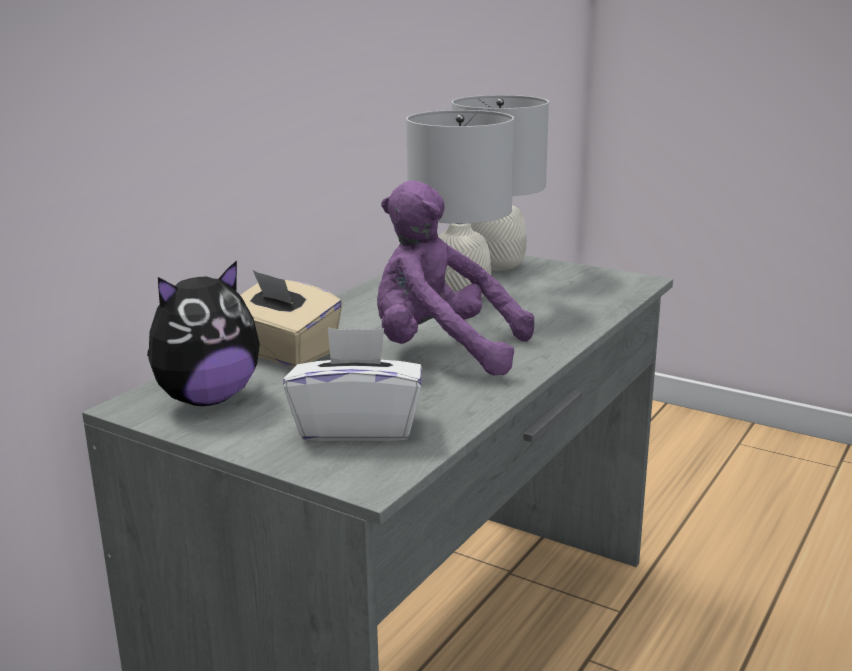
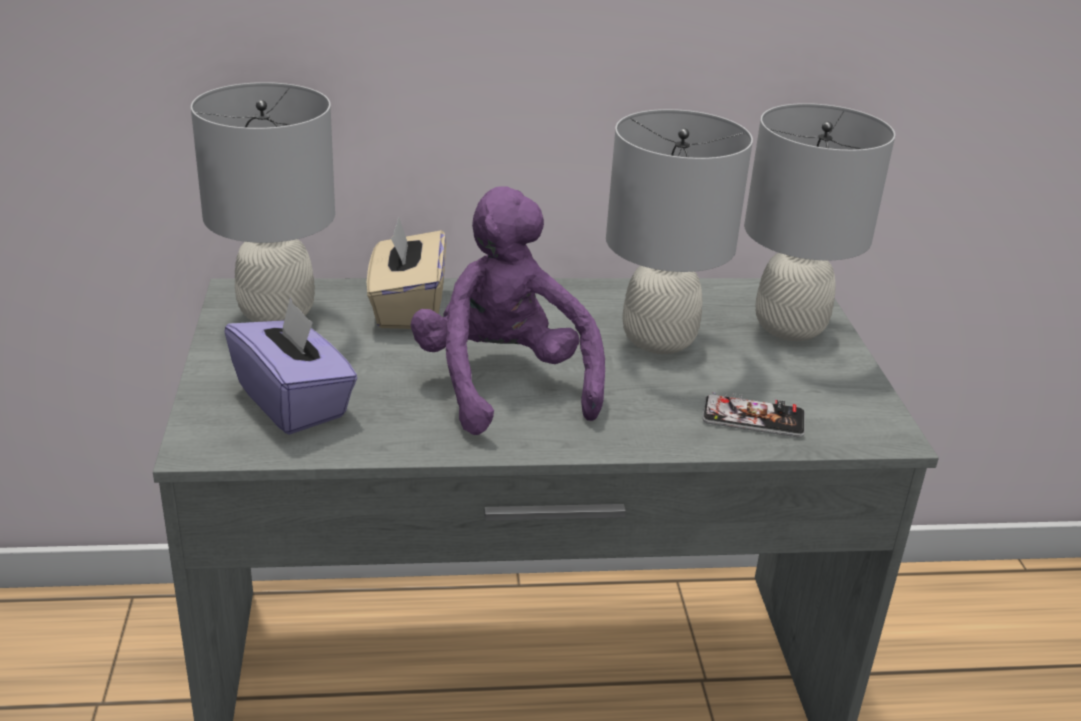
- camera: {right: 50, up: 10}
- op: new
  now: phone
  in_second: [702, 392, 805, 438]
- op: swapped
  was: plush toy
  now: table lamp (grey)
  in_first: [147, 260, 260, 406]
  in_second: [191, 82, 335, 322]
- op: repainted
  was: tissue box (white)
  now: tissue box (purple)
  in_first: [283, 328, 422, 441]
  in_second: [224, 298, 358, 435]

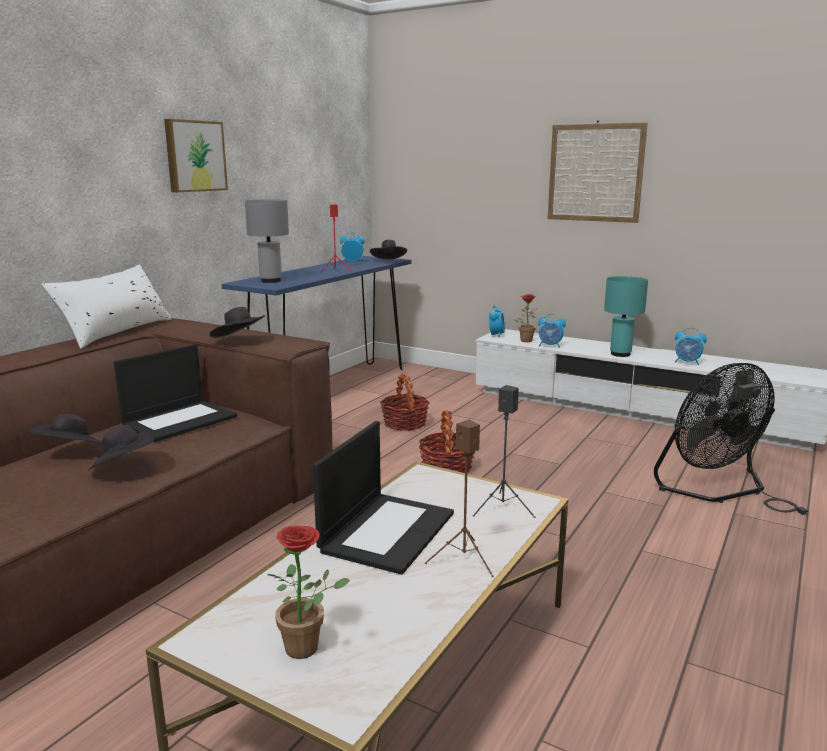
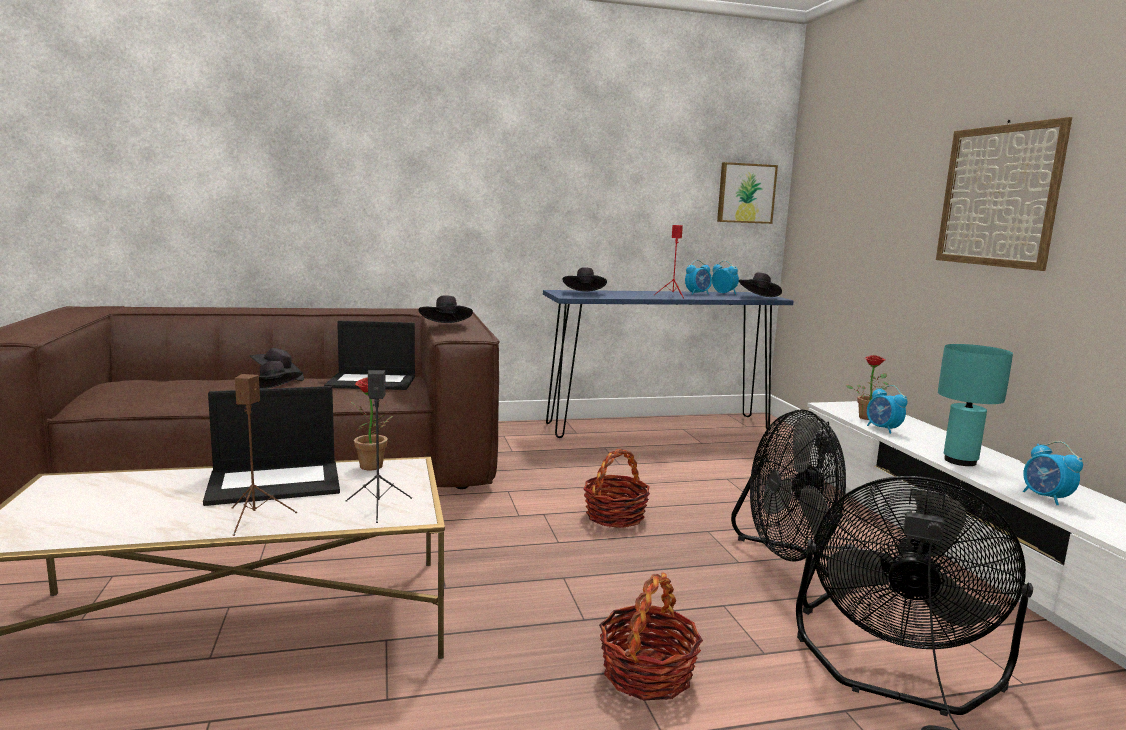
- camera: {right: 45, up: -5}
- op: gone
  was: pillow (white)
  in_first: [42, 264, 172, 349]
- op: new
  now: fan (black)
  in_second: [731, 410, 859, 615]
- op: shifted
  was: picture
  in_first: [164, 119, 228, 192]
  in_second: [717, 162, 778, 224]
- op: shifted
  was: potted plant
  in_first: [267, 526, 350, 659]
  in_second: [351, 377, 393, 470]
- op: shifted
  was: basket
  in_first: [380, 374, 430, 431]
  in_second: [599, 573, 703, 701]
- op: shifted
  was: alarm clock
  in_first: [489, 305, 505, 338]
  in_second: [685, 260, 712, 295]
- op: swapped
  was: table lamp (grey)
  now: hat (black)
  in_first: [245, 200, 289, 283]
  in_second: [562, 267, 607, 292]

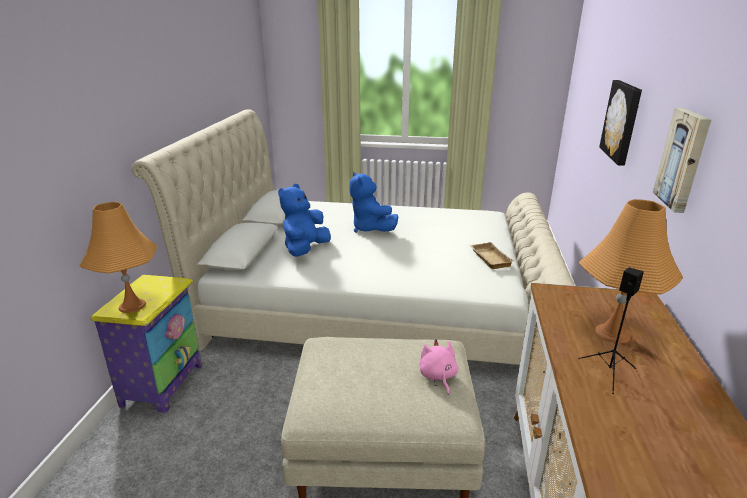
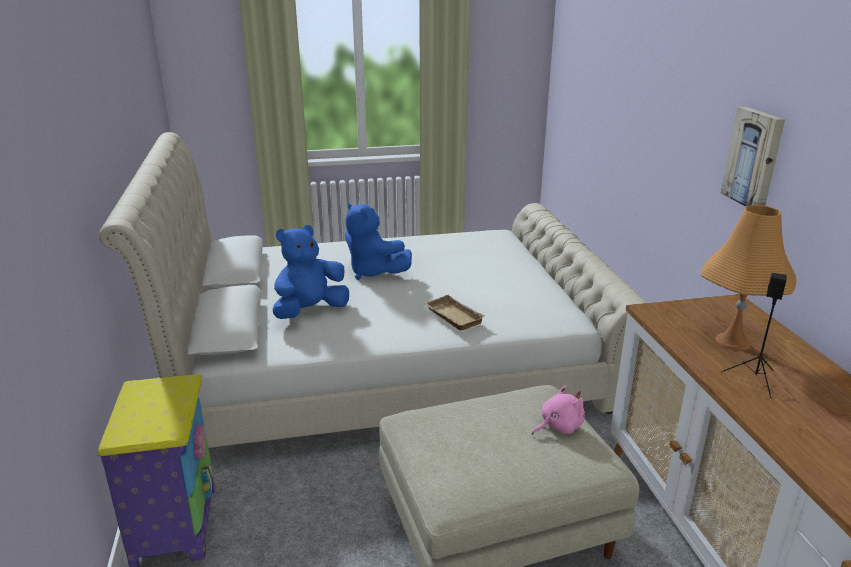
- camera: {right: -20, up: 0}
- op: gone
  was: table lamp (orange)
  in_first: [79, 202, 157, 313]
- op: gone
  was: picture
  in_first: [599, 80, 642, 166]
- op: shifted
  was: tray (beige)
  in_first: [469, 242, 514, 269]
  in_second: [423, 295, 486, 331]
- op: rotated
  was: plush toy (blue)
  in_first: [278, 184, 331, 257]
  in_second: [272, 225, 349, 319]
  clockwise: 45
- op: rotated
  was: plush toy (pink)
  in_first: [420, 339, 458, 395]
  in_second: [532, 385, 585, 435]
  clockwise: 90

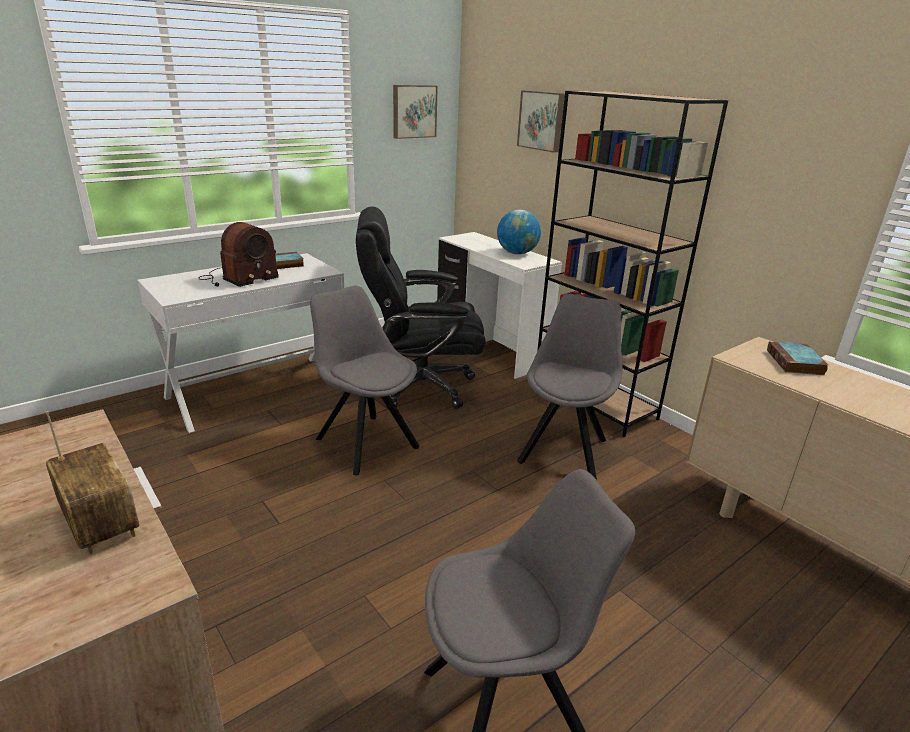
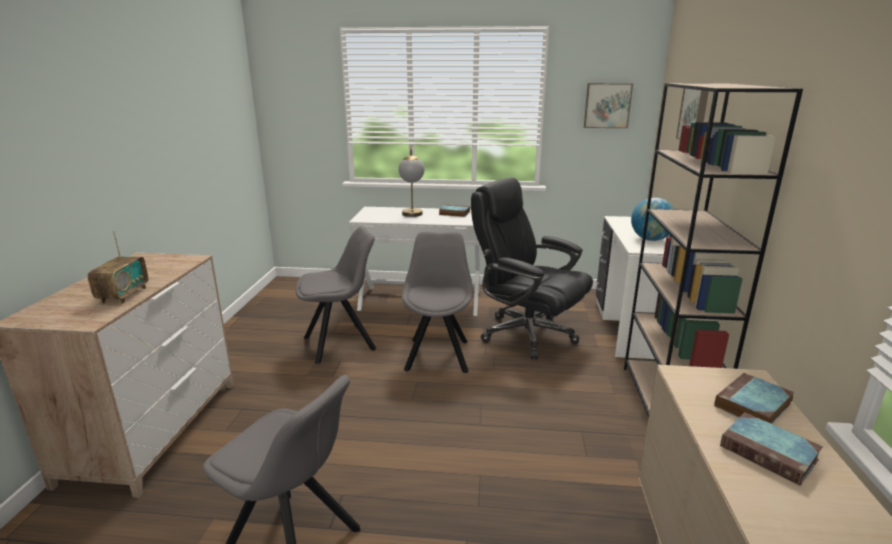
- camera: {right: 45, up: -5}
- op: new
  now: book
  in_second: [720, 412, 823, 486]
- op: shifted
  was: chair (grey)
  in_first: [517, 294, 623, 480]
  in_second: [296, 227, 376, 364]
- op: swapped
  was: radio
  now: table lamp
  in_first: [199, 222, 279, 287]
  in_second: [398, 145, 424, 217]

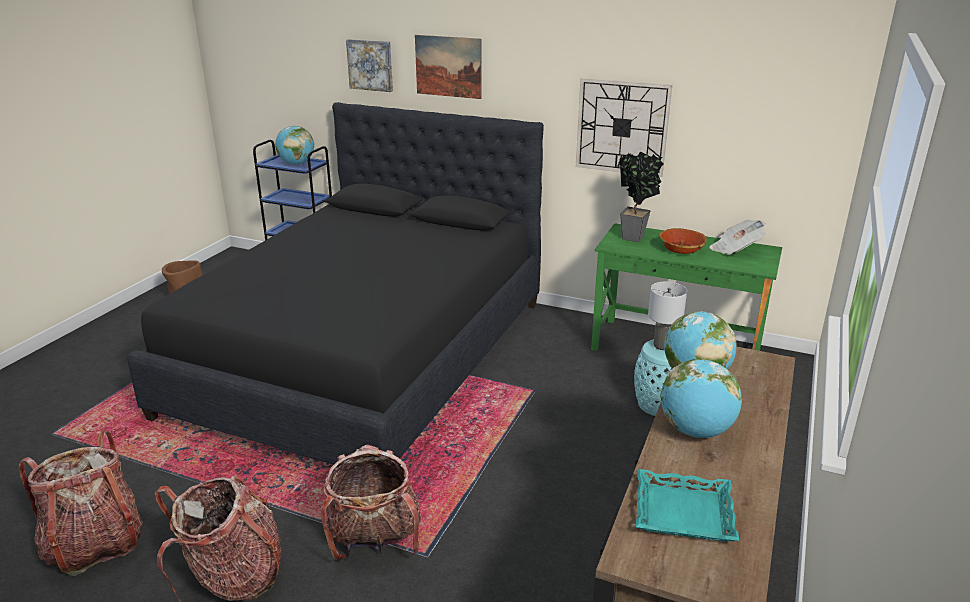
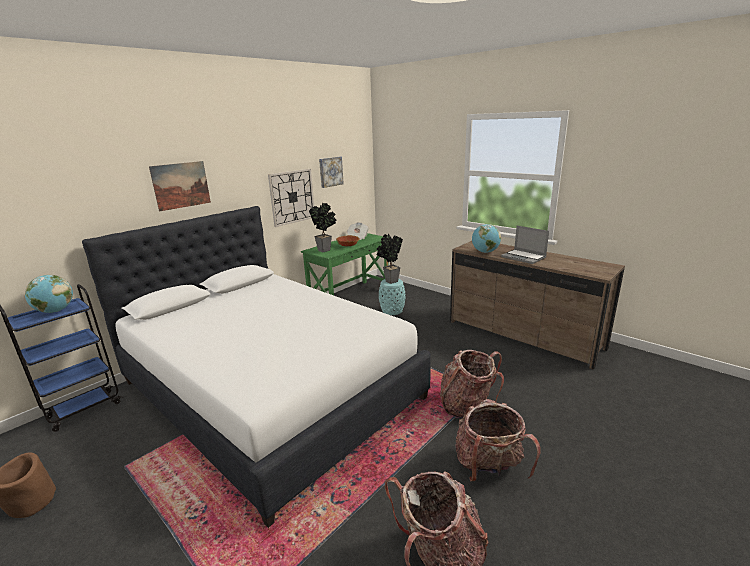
- camera: {right: -70, up: -5}
- op: gone
  was: tray (turquoise)
  in_first: [636, 469, 739, 542]
- op: shifted
  was: picture
  in_first: [346, 39, 393, 92]
  in_second: [319, 157, 344, 188]
- op: swapped
  was: table lamp (white)
  now: potted plant
  in_first: [648, 281, 687, 350]
  in_second: [376, 234, 403, 284]
- op: swapped
  was: globe
  now: laptop
  in_first: [660, 359, 742, 438]
  in_second: [501, 226, 549, 264]
- op: repainted
  was: bed (black)
  now: bed (white)
  in_first: [127, 102, 544, 464]
  in_second: [82, 206, 431, 528]

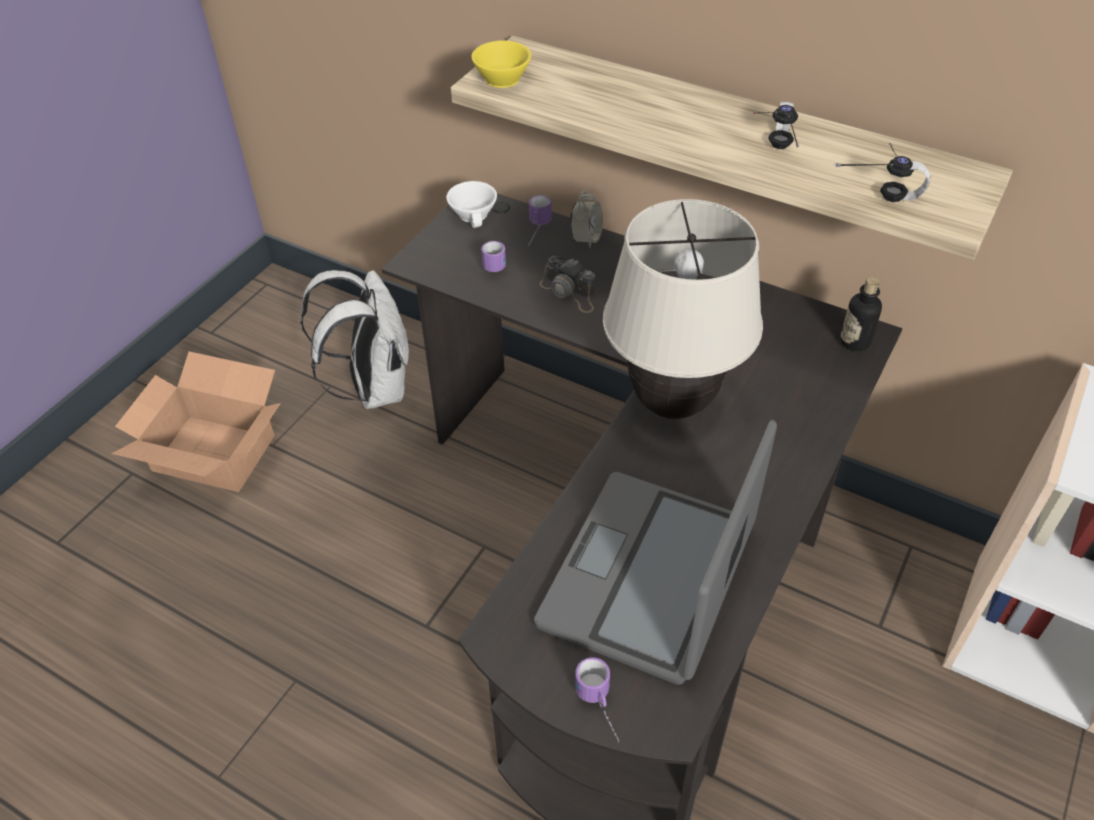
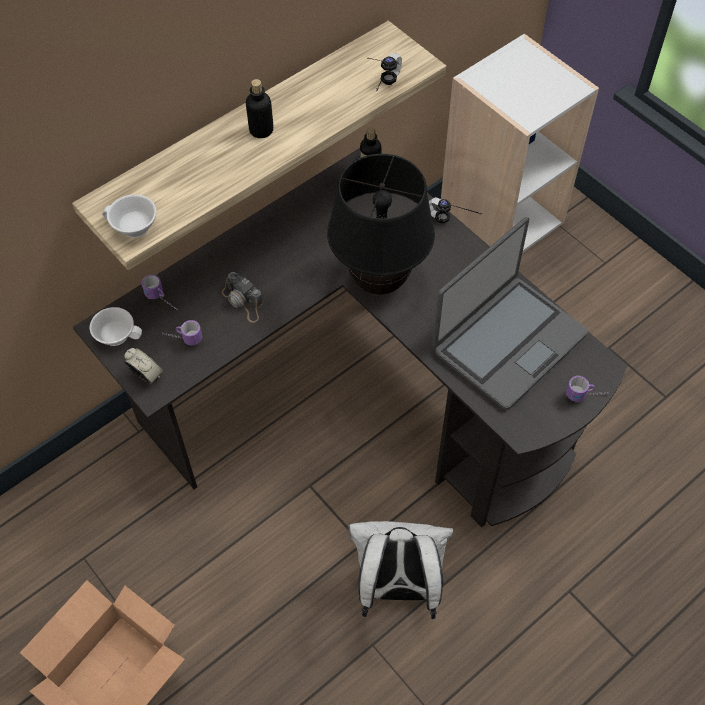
- camera: {right: -70, up: 10}
- op: new
  now: bottle
  in_second: [246, 79, 273, 138]
- op: shifted
  was: backpack (white)
  in_first: [300, 270, 409, 409]
  in_second: [348, 521, 453, 619]
- op: shifted
  was: alarm clock
  in_first: [570, 190, 603, 249]
  in_second: [124, 348, 163, 385]
- op: shifted
  was: headphones
  in_first: [753, 102, 799, 149]
  in_second: [429, 197, 483, 223]
- op: repainted
  was: cup (yellow)
  now: cup (white)
  in_first: [471, 40, 531, 88]
  in_second: [102, 194, 156, 238]
- op: repainted
  was: table lamp (beige)
  now: table lamp (black)
  in_first: [603, 199, 763, 419]
  in_second: [327, 154, 435, 295]
- op: rotated
  was: laptop
  in_first: [534, 420, 777, 685]
  in_second: [432, 217, 588, 410]
  clockwise: -90
- op: rotated
  was: photo camera
  in_first: [539, 256, 596, 313]
  in_second: [222, 272, 263, 323]
  clockwise: 75

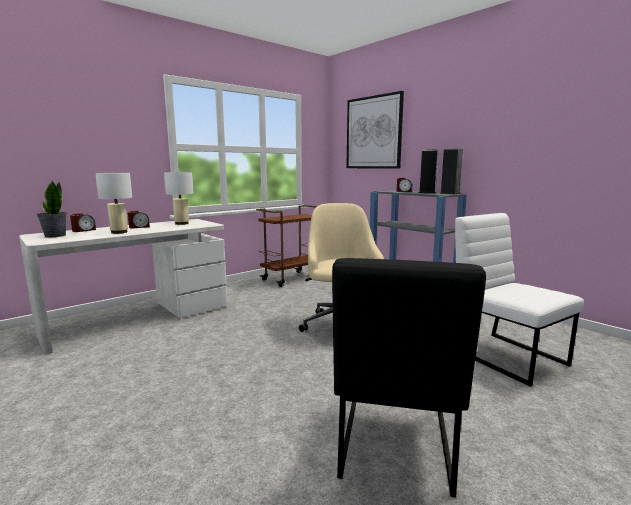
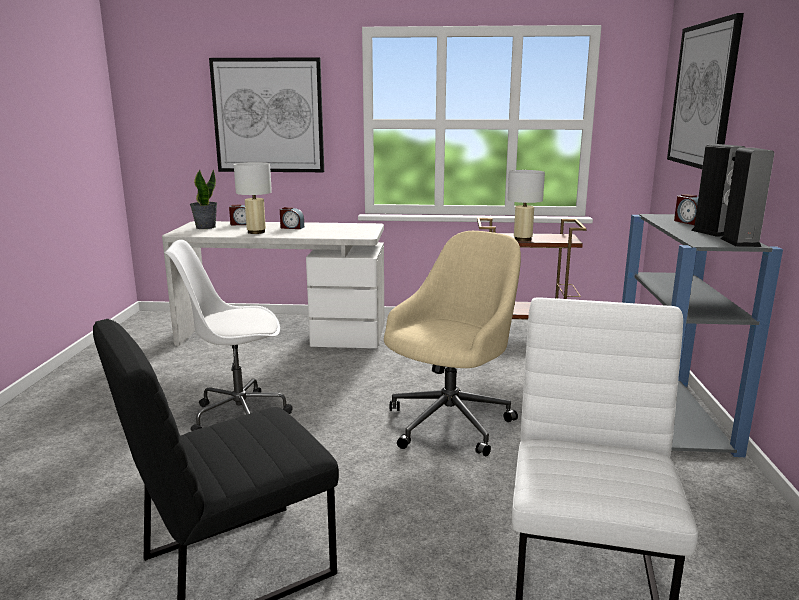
- camera: {right: 45, up: 5}
- op: new
  now: office chair (white)
  in_second: [164, 240, 293, 431]
- op: new
  now: picture
  in_second: [209, 57, 324, 172]
- op: shifted
  was: table lamp (white)
  in_first: [164, 172, 193, 225]
  in_second: [508, 170, 545, 241]

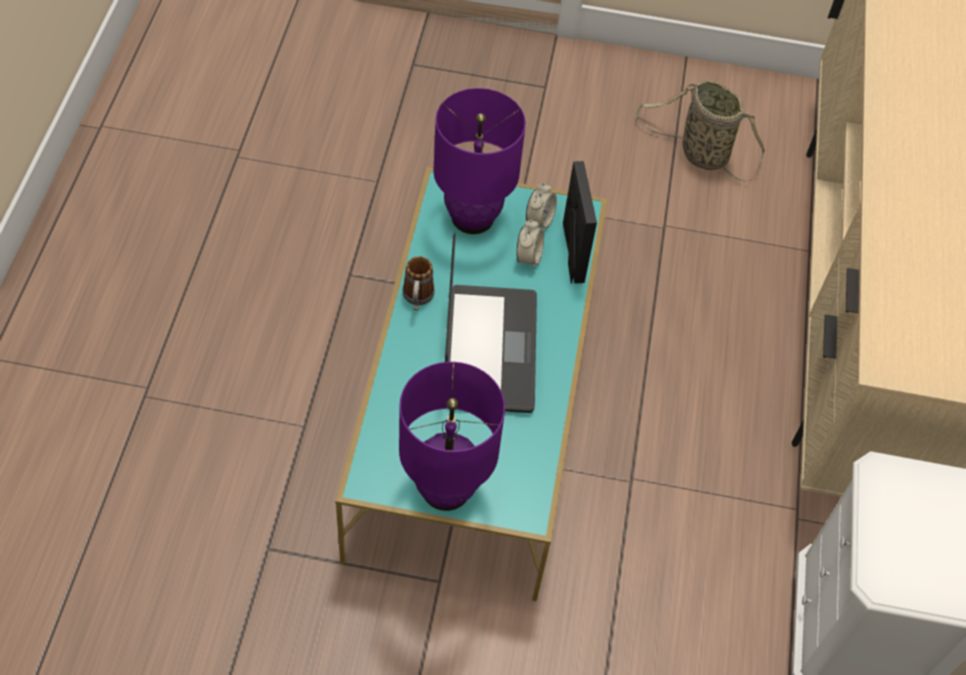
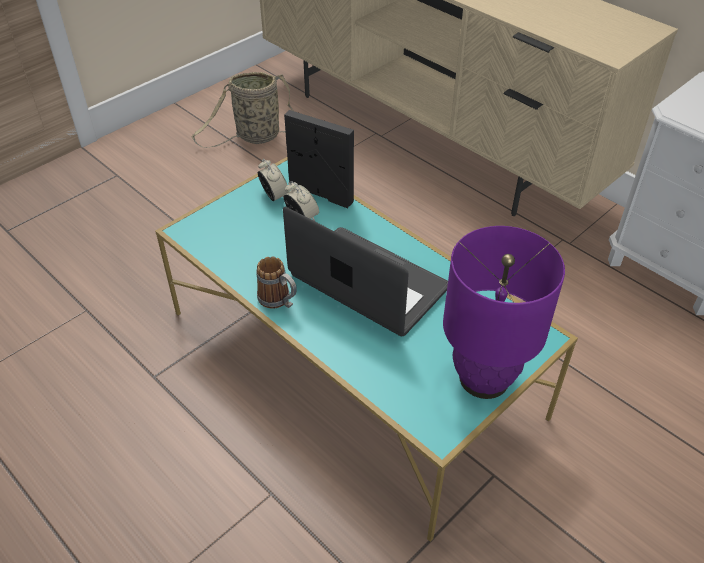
- camera: {right: -50, up: -10}
- op: gone
  was: table lamp (purple)
  in_first: [433, 88, 526, 234]

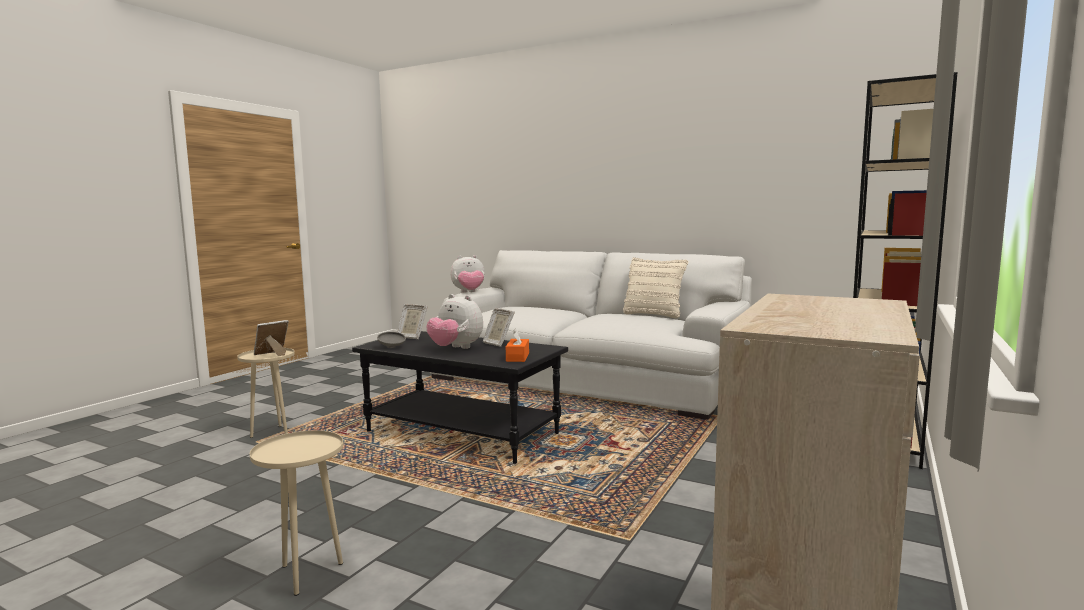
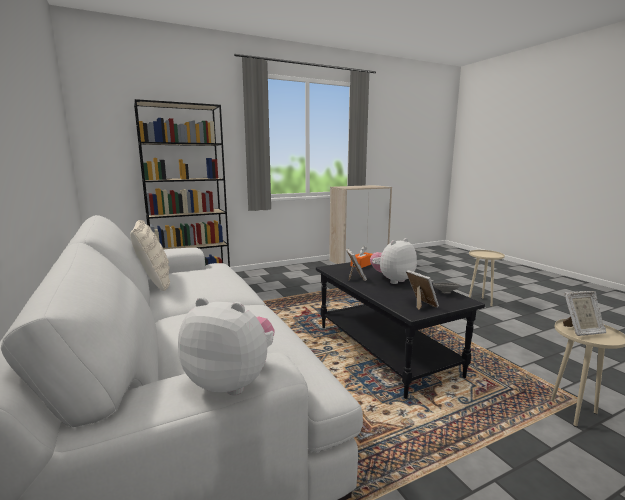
- camera: {right: -145, up: 5}
- op: rotated
  was: plush toy
  in_first: [426, 294, 483, 349]
  in_second: [370, 238, 417, 284]
  clockwise: -105

